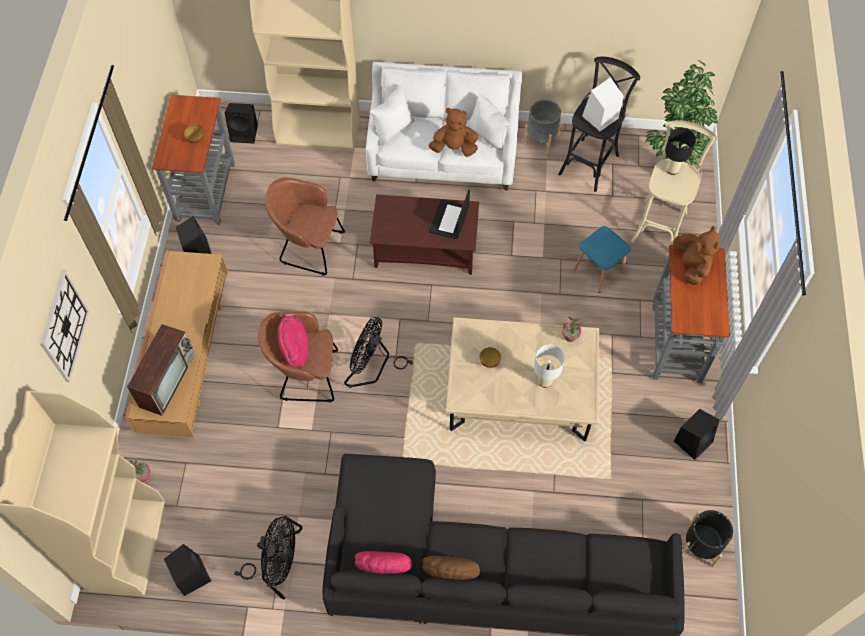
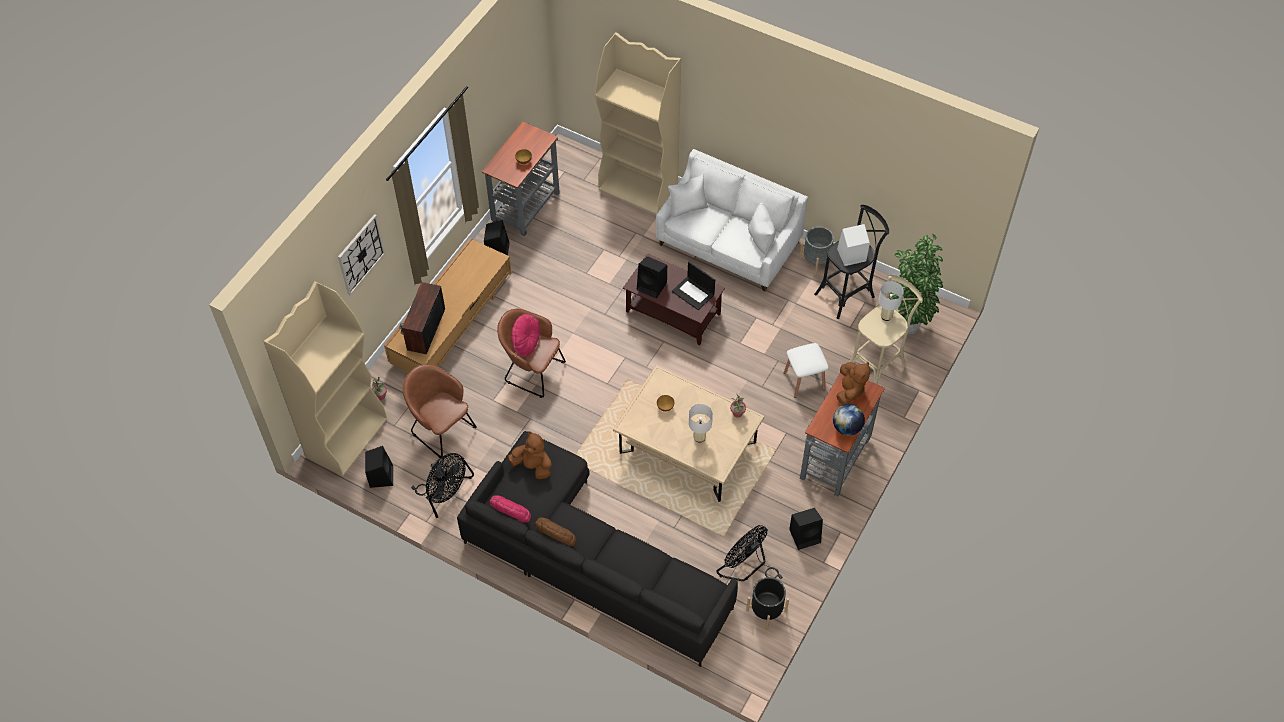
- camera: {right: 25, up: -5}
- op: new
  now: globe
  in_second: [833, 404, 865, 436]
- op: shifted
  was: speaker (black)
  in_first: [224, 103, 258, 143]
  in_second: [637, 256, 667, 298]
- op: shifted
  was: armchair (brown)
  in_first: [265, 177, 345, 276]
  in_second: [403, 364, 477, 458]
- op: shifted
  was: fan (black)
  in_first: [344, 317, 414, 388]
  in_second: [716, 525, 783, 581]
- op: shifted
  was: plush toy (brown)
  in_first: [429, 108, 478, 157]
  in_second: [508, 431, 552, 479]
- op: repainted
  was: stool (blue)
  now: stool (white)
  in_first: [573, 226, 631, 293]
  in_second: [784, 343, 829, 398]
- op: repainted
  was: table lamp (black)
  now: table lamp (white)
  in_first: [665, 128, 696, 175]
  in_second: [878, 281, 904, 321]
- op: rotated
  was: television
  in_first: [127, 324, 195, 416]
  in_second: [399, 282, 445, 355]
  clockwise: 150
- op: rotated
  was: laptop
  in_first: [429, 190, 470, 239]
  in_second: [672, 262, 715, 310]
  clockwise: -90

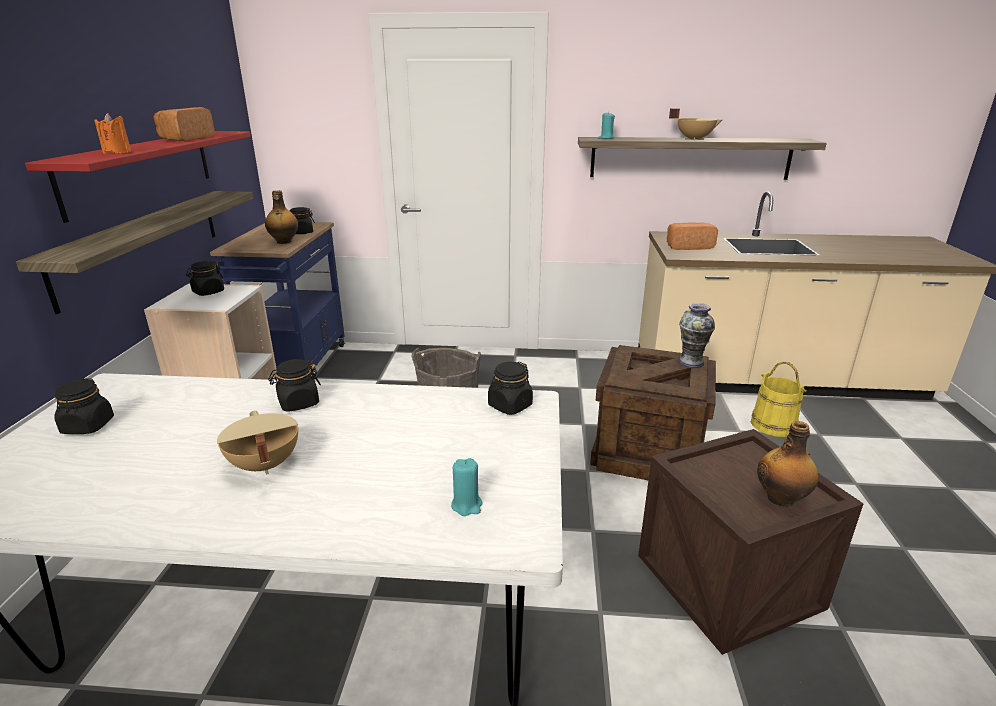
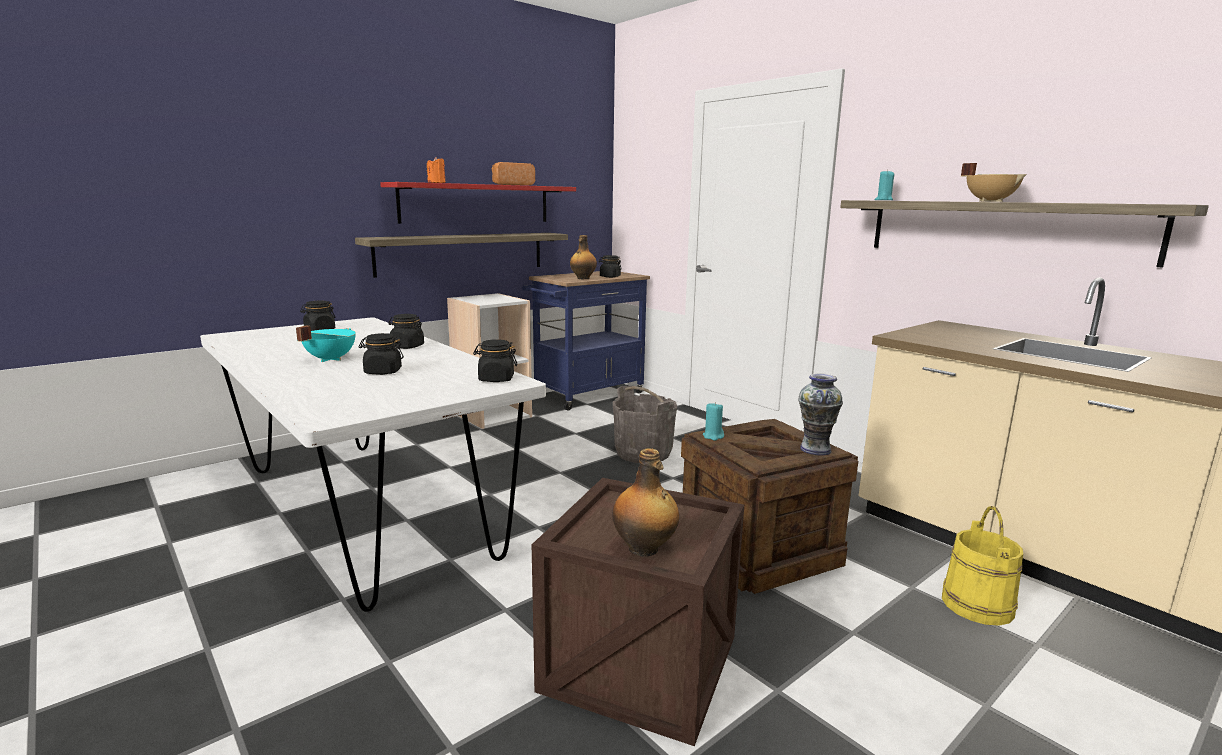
- camera: {right: 45, up: -10}
- op: gone
  was: bread
  in_first: [667, 222, 718, 250]
- op: shifted
  was: jar (black)
  in_first: [186, 261, 224, 296]
  in_second: [359, 333, 404, 375]
- op: shifted
  was: candle (turquoise)
  in_first: [451, 458, 483, 516]
  in_second: [703, 402, 724, 440]
- op: repainted
  was: cooking pot (beige)
  now: cooking pot (turquoise)
  in_first: [217, 411, 298, 475]
  in_second: [296, 326, 356, 362]

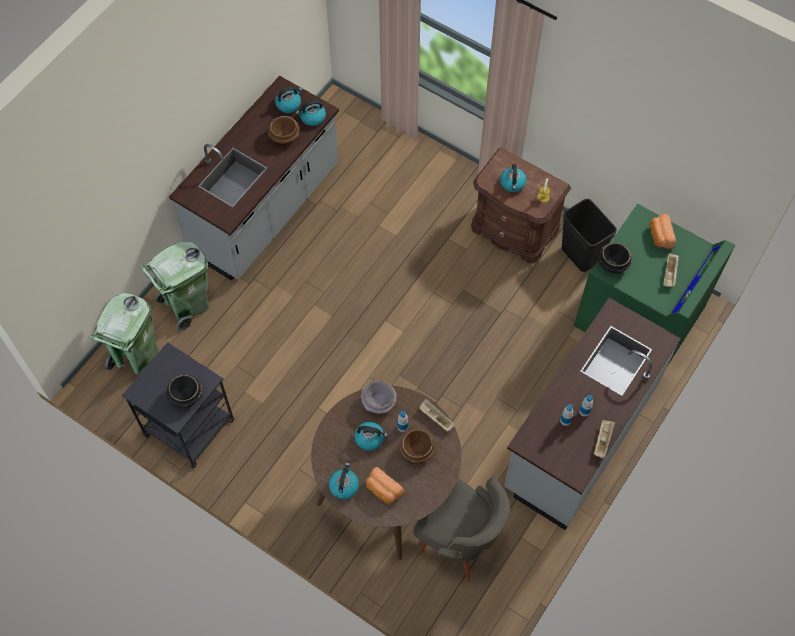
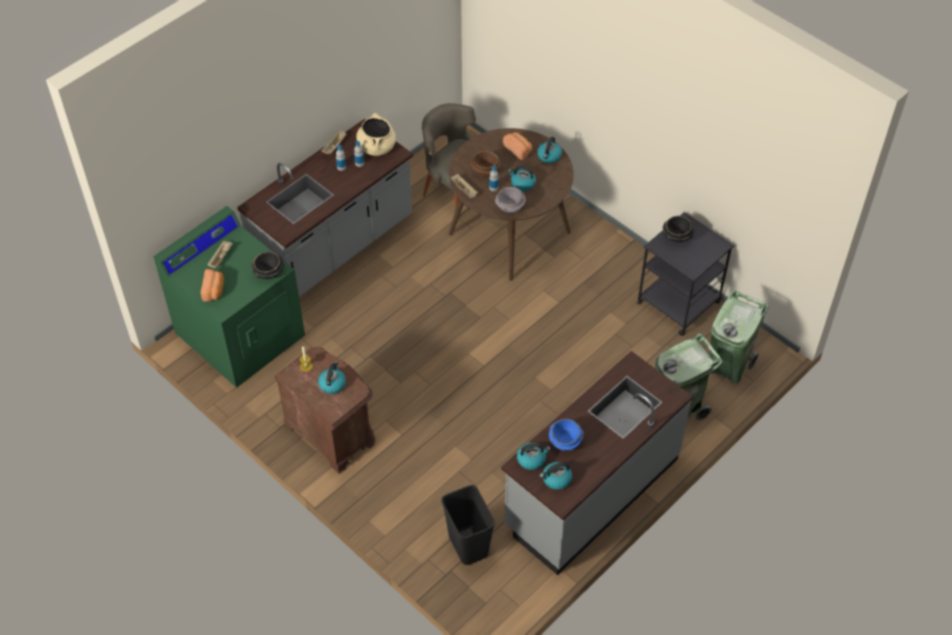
- camera: {right: -170, up: -10}
- op: new
  now: cooking pot (beige)
  in_second: [356, 113, 396, 156]
- op: shifted
  was: trash can (black)
  in_first: [562, 199, 617, 272]
  in_second: [441, 485, 495, 565]
- op: repainted
  was: bowl (brown)
  now: bowl (blue)
  in_first: [268, 116, 299, 144]
  in_second: [549, 419, 584, 451]

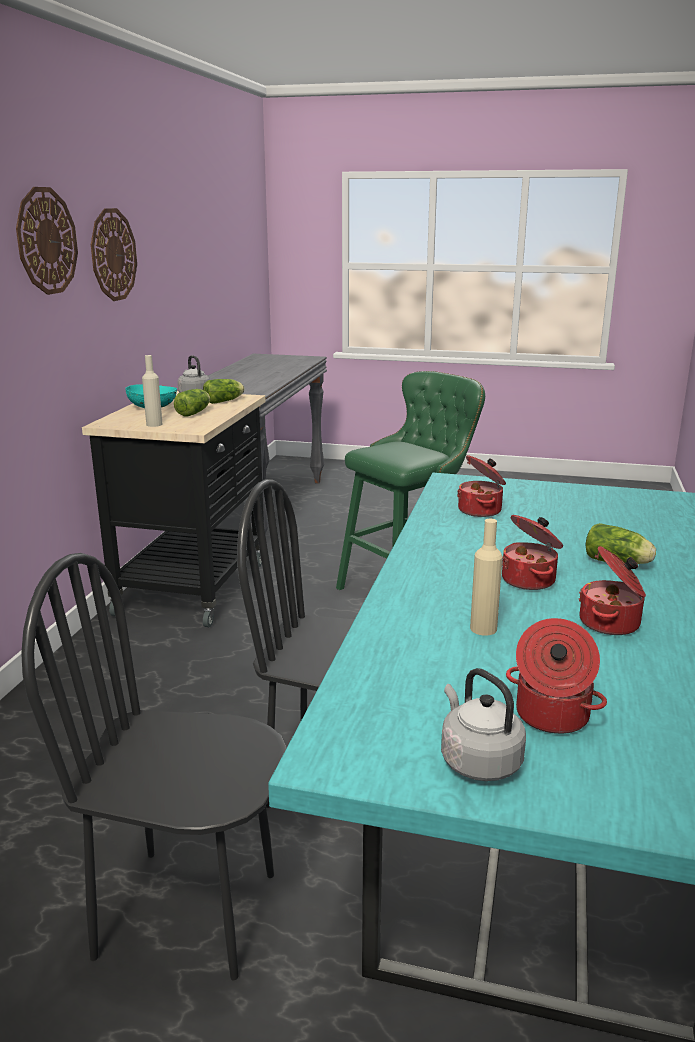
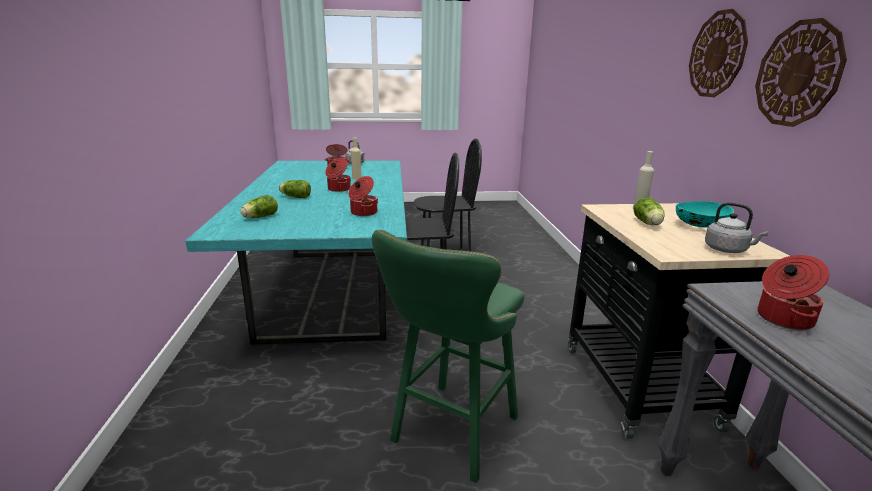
- camera: {right: 160, up: 0}
- op: shifted
  was: lettuce
  in_first: [203, 379, 245, 404]
  in_second: [240, 195, 278, 218]
- op: shifted
  was: cooking pot
  in_first: [578, 546, 646, 635]
  in_second: [757, 255, 829, 330]

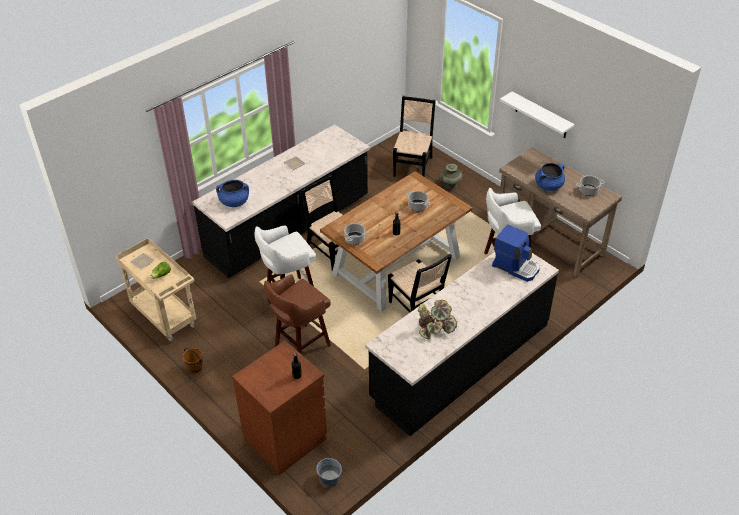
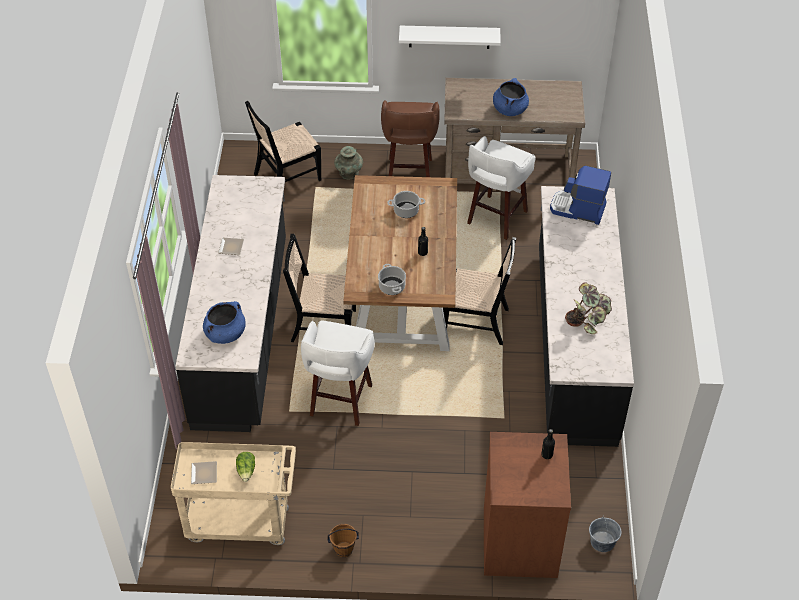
- camera: {right: -45, up: 5}
- op: gone
  was: cooking pot
  in_first: [576, 175, 605, 196]
- op: shifted
  was: stool (brown)
  in_first: [264, 274, 331, 355]
  in_second: [381, 100, 440, 177]
- op: rotated
  was: chair
  in_first: [393, 96, 436, 177]
  in_second: [245, 101, 321, 182]
  clockwise: -90
- op: rotated
  was: coffee machine
  in_first: [492, 225, 540, 282]
  in_second: [550, 165, 611, 225]
  clockwise: -150

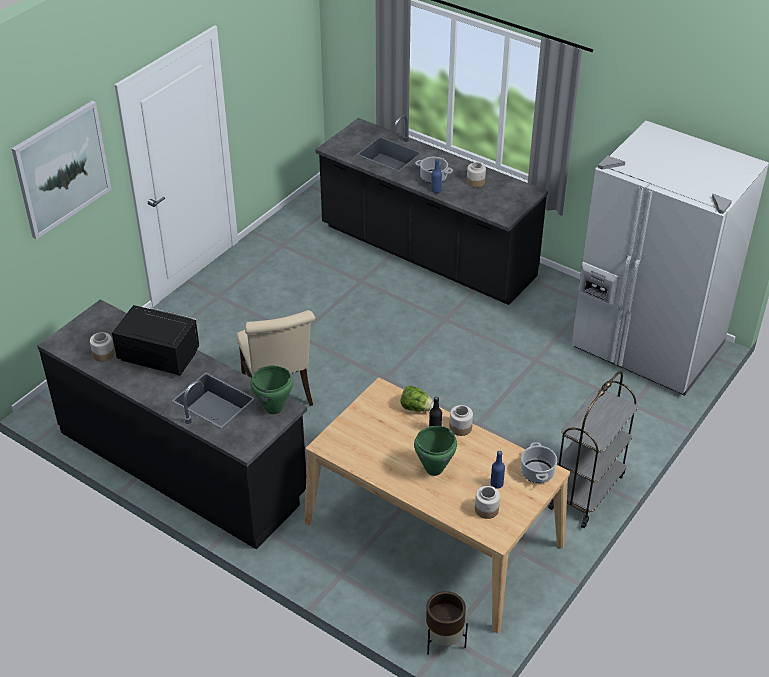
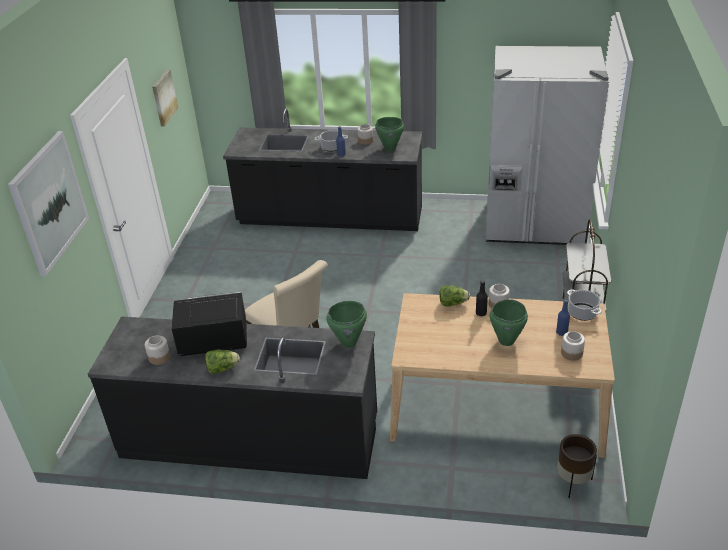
- camera: {right: -25, up: -5}
- op: new
  now: picture
  in_second: [152, 69, 178, 126]
- op: new
  now: lettuce
  in_second: [205, 350, 240, 374]
- op: new
  now: cooking pot (green)
  in_second: [375, 117, 404, 151]

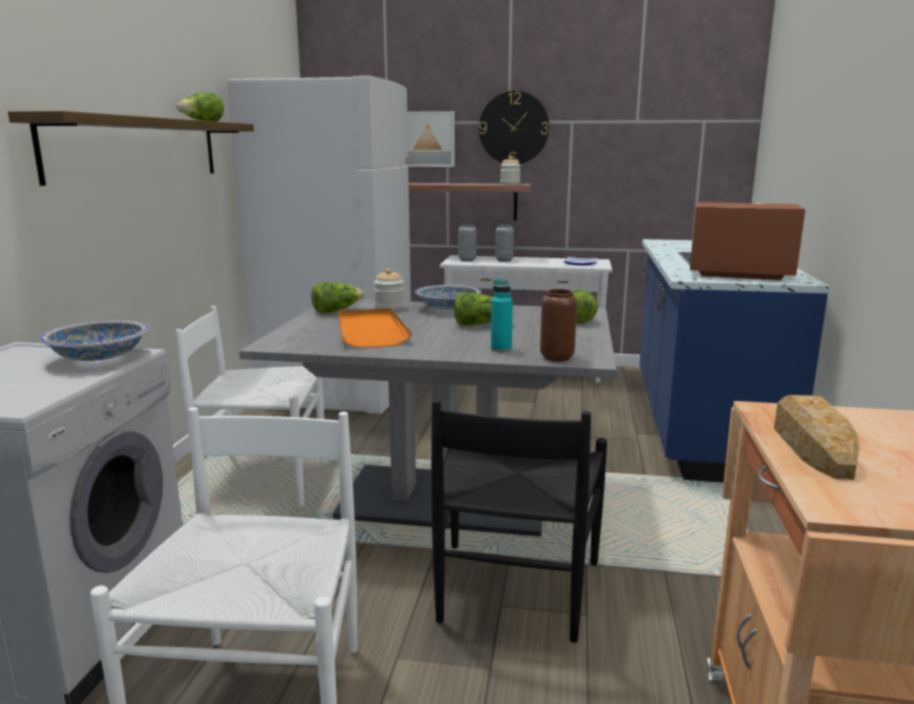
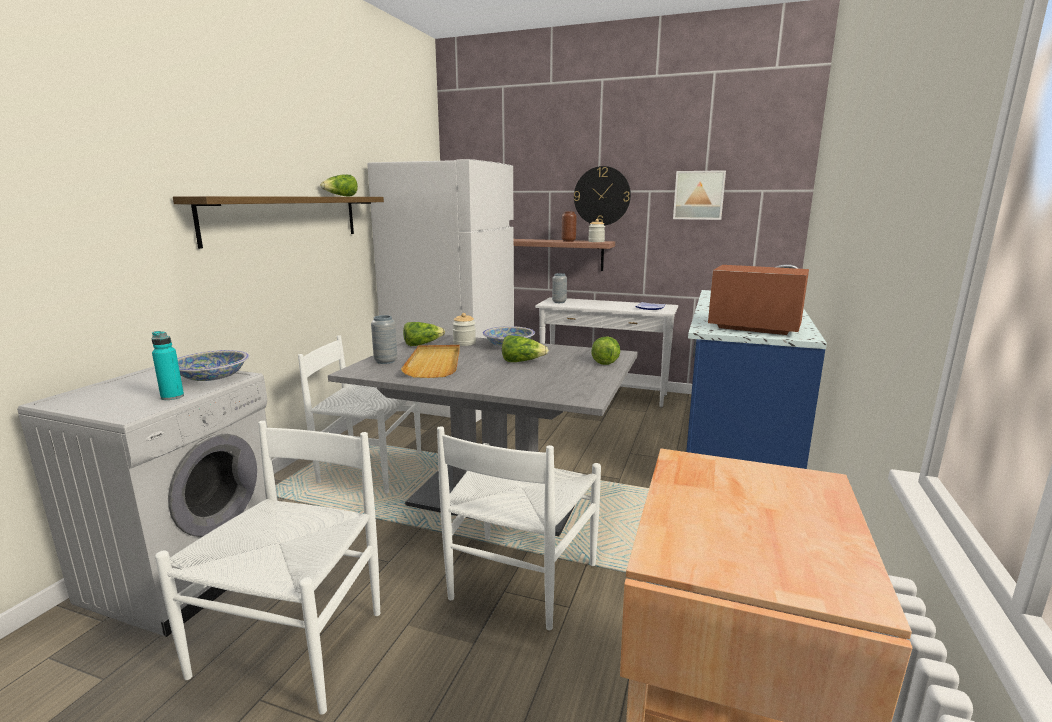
- camera: {right: 10, up: 0}
- op: gone
  was: bread
  in_first: [774, 395, 860, 480]
- op: shifted
  was: picture
  in_first: [405, 111, 455, 167]
  in_second: [673, 170, 726, 220]
- op: shifted
  was: bottle (turquoise)
  in_first: [491, 279, 513, 352]
  in_second: [151, 331, 184, 400]
- op: shifted
  was: vase (grey)
  in_first: [495, 224, 514, 262]
  in_second: [371, 315, 397, 364]
- op: shifted
  was: vase (brown)
  in_first: [540, 289, 577, 362]
  in_second: [562, 212, 577, 242]
- op: repainted
  was: tray (orange)
  now: tray (beige)
  in_first: [339, 308, 412, 348]
  in_second: [401, 345, 460, 378]
- op: repainted
  was: chair (black)
  now: chair (white)
  in_first: [431, 399, 607, 643]
  in_second: [437, 426, 601, 630]

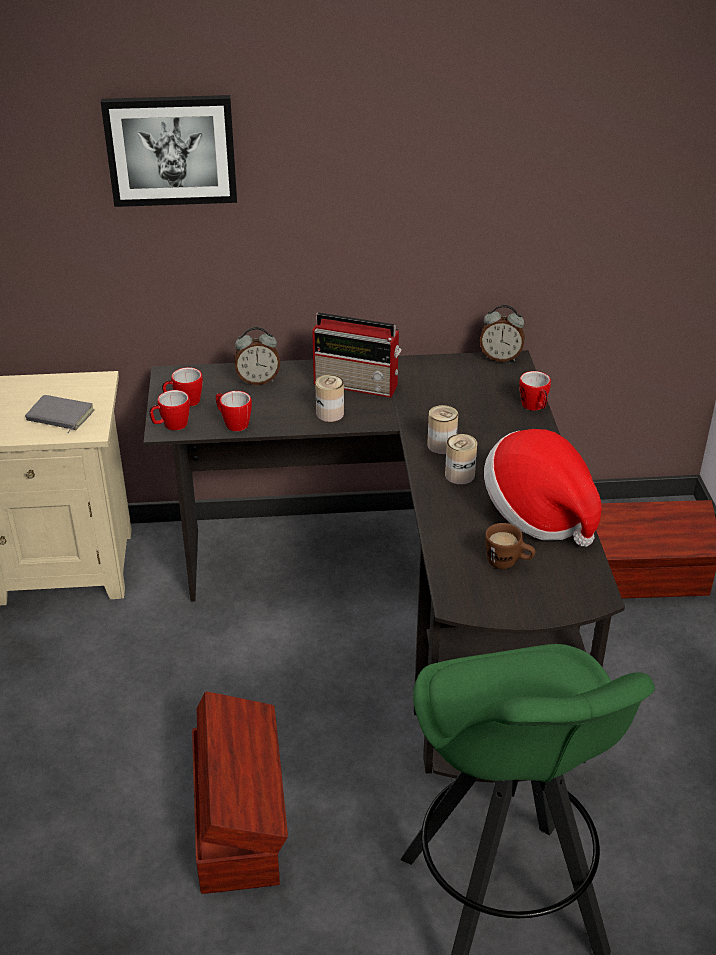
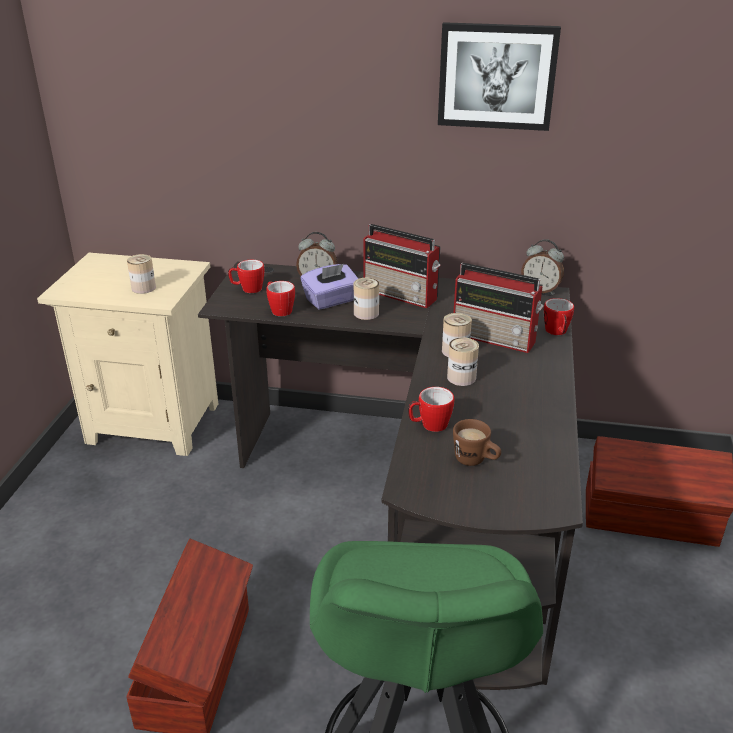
- camera: {right: 15, up: -5}
- op: gone
  was: hat
  in_first: [484, 429, 602, 547]
- op: new
  now: tissue box (purple)
  in_second: [301, 264, 358, 310]
- op: new
  now: radio
  in_second: [453, 263, 544, 353]
- op: shifted
  was: picture
  in_first: [101, 95, 237, 207]
  in_second: [438, 22, 561, 131]
- op: shifted
  was: mug
  in_first: [149, 390, 190, 431]
  in_second: [408, 387, 454, 432]
- op: swapped
  was: book (grey)
  now: can
  in_first: [25, 395, 95, 433]
  in_second: [127, 254, 156, 294]

